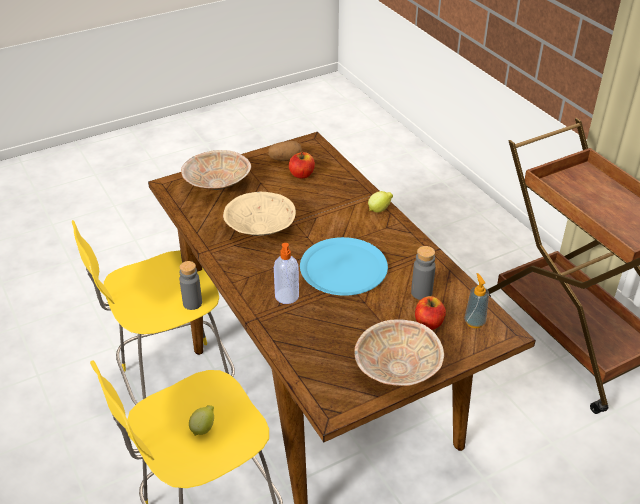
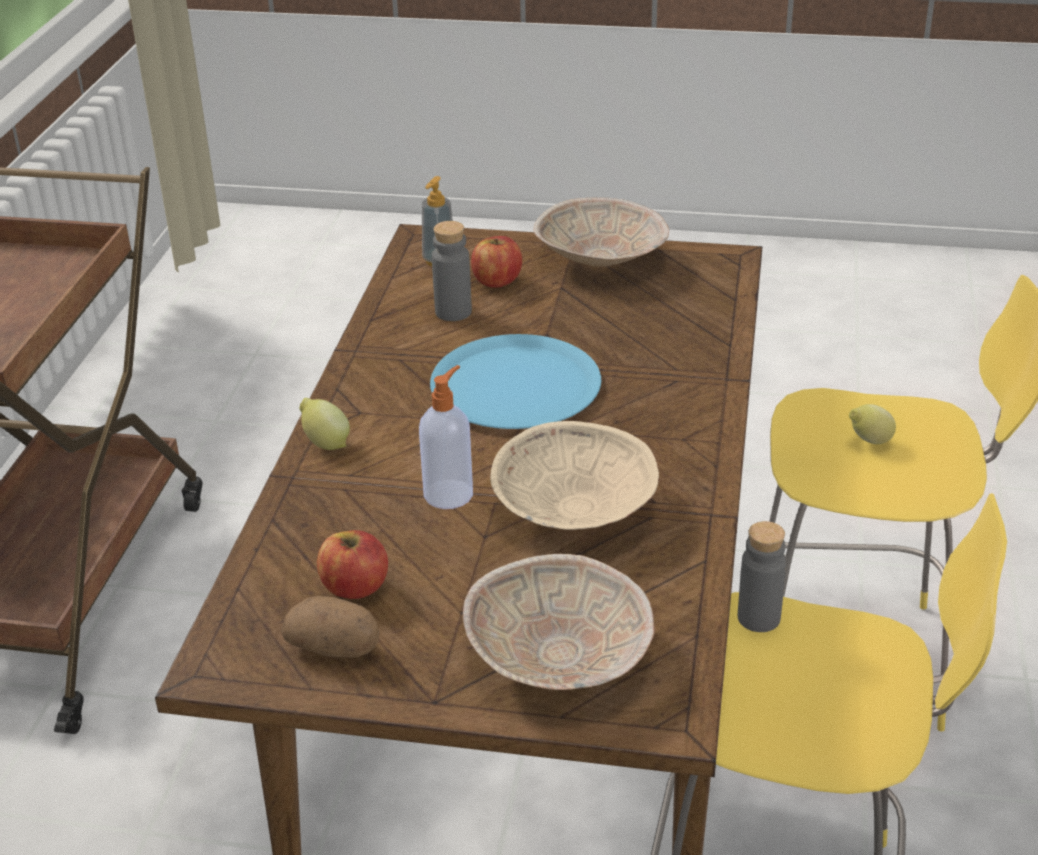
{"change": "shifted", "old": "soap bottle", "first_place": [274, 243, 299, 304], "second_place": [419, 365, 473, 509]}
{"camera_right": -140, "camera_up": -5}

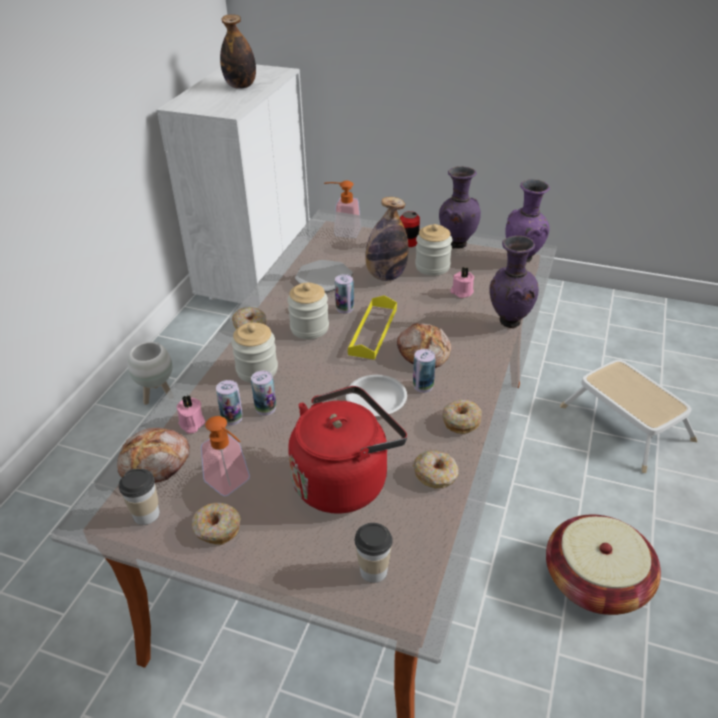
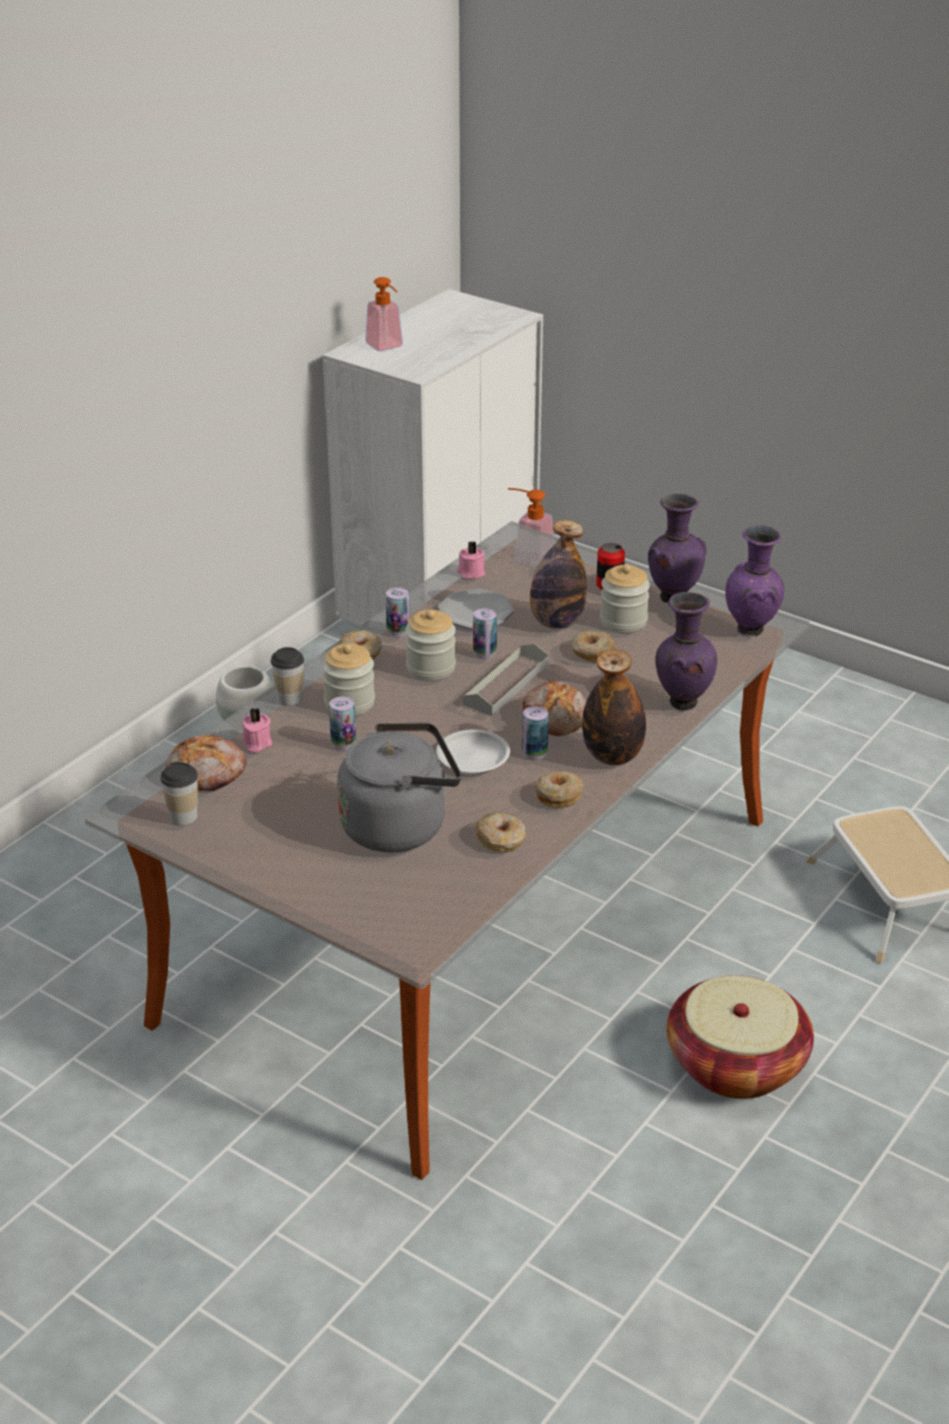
{"change": "shifted", "old": "drink bottle", "first_place": [220, 14, 256, 89], "second_place": [582, 649, 646, 765]}
{"change": "shifted", "old": "candle/pinkish", "first_place": [450, 267, 474, 298], "second_place": [457, 541, 485, 579]}
{"change": "repainted", "old": "serving tray/yellow-coloured", "new": "serving tray/grey", "first_place": [348, 295, 397, 360], "second_place": [463, 644, 549, 716]}
{"change": "shifted", "old": "metal can", "first_place": [216, 380, 243, 425], "second_place": [386, 587, 410, 637]}
{"change": "repainted", "old": "tea kettle/red-coloured", "new": "tea kettle/grey", "first_place": [288, 386, 407, 514], "second_place": [337, 722, 461, 853]}
{"change": "shifted", "old": "soap bottle", "first_place": [201, 416, 250, 496], "second_place": [365, 277, 403, 351]}
{"change": "shifted", "old": "donut", "first_place": [192, 503, 241, 545], "second_place": [571, 631, 616, 663]}
{"change": "shifted", "old": "cup", "first_place": [355, 523, 393, 583], "second_place": [271, 647, 304, 706]}
{"camera_right": 15, "camera_up": -5}

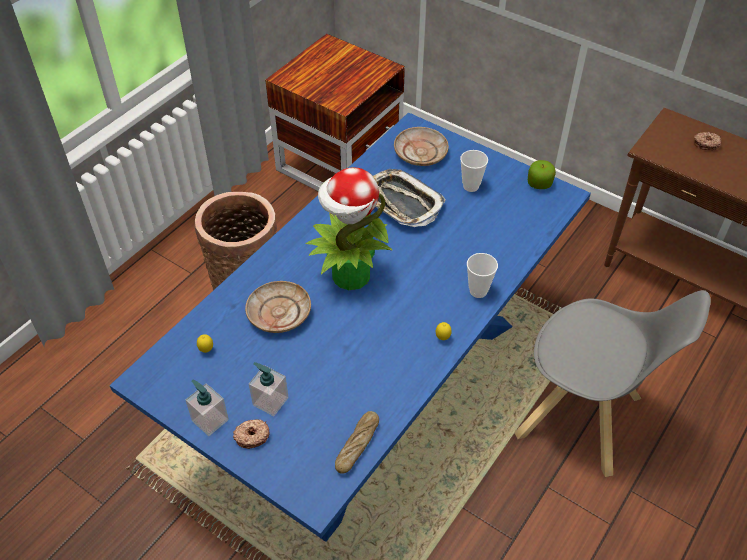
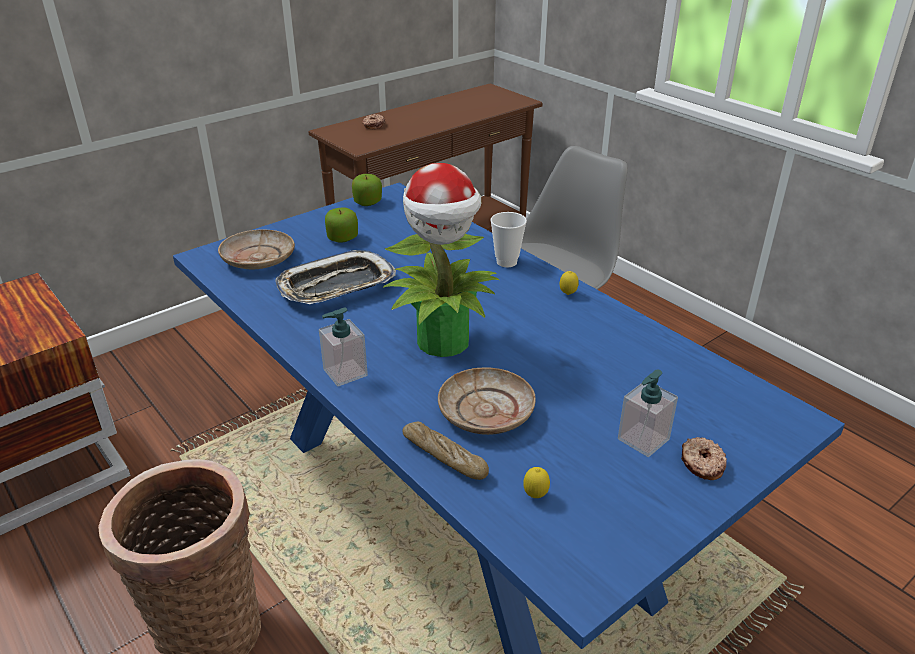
{"change": "swapped", "old": "cup", "new": "apple", "first_place": [460, 150, 488, 192], "second_place": [325, 207, 358, 243]}
{"change": "shifted", "old": "soap bottle", "first_place": [186, 380, 229, 436], "second_place": [319, 307, 368, 387]}
{"change": "shifted", "old": "baked bread", "first_place": [335, 411, 379, 474], "second_place": [402, 421, 489, 480]}
{"camera_right": -75, "camera_up": -15}

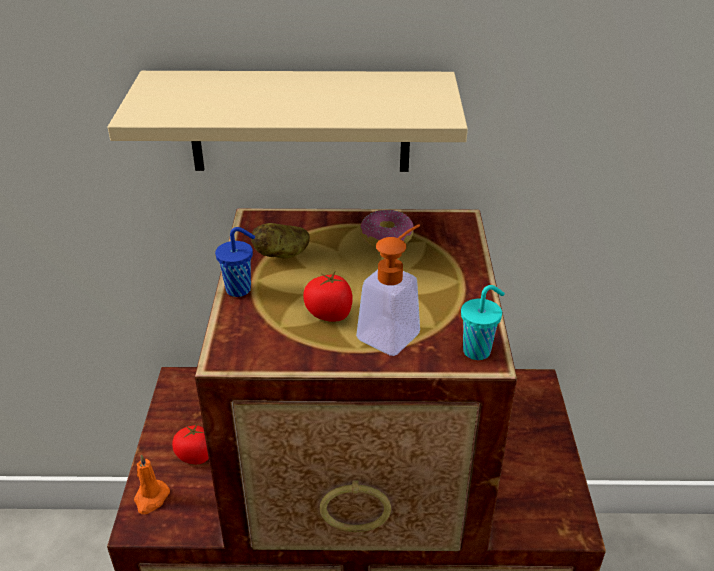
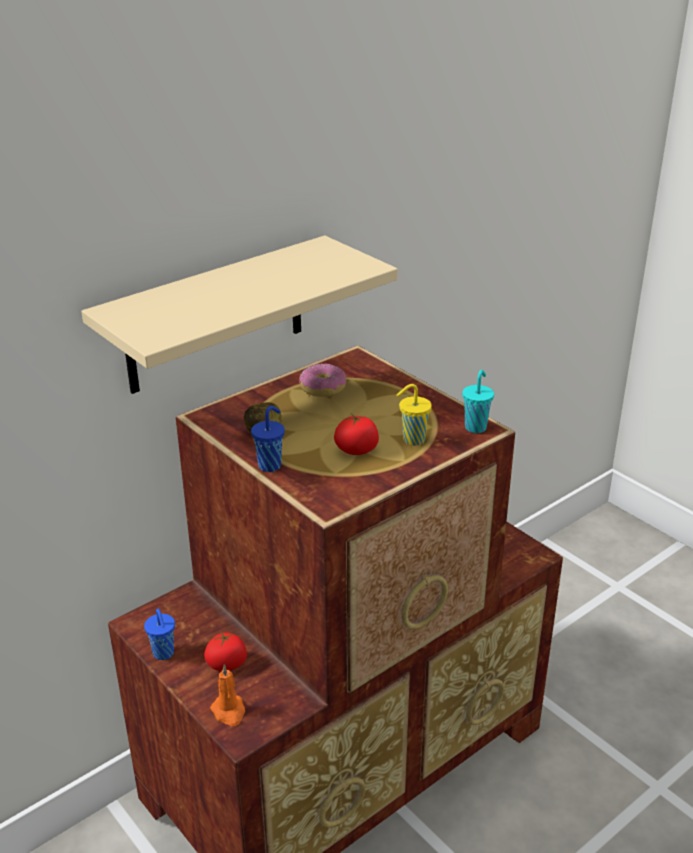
{"change": "swapped", "old": "soap bottle", "new": "cup/yellow-coloured", "first_place": [356, 224, 420, 356], "second_place": [397, 384, 432, 446]}
{"change": "new", "new": "cup/bluish", "second_place": [144, 609, 175, 660]}
{"camera_right": -40, "camera_up": -5}

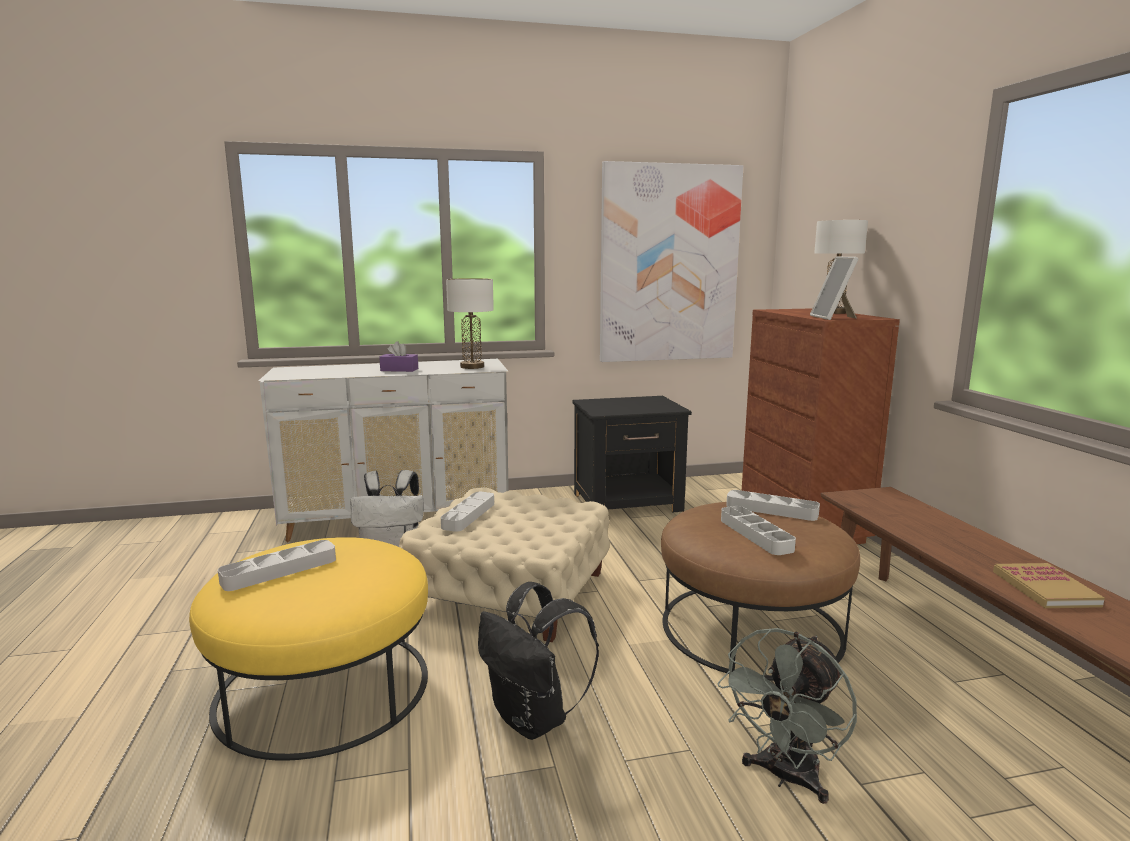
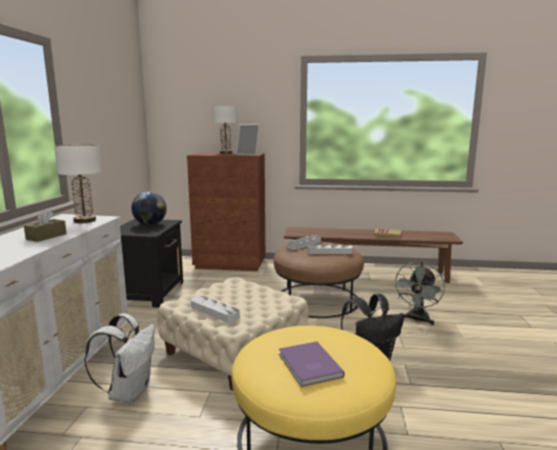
{"change": "gone", "old": "wall art", "first_place": [600, 161, 743, 362]}
{"change": "repainted", "old": "tissue holder/purplish", "new": "tissue holder/brownish", "first_place": [379, 341, 418, 372], "second_place": [24, 210, 67, 242]}
{"change": "swapped", "old": "serving tray/grey", "new": "volume/purplish", "first_place": [218, 540, 336, 591], "second_place": [279, 341, 345, 387]}
{"change": "rotated", "old": "electric fan/grey", "first_place": [717, 628, 857, 804], "second_place": [393, 261, 445, 325], "degrees": 60}
{"change": "new", "new": "globe", "second_place": [131, 192, 167, 225]}
{"camera_right": -70, "camera_up": 0}

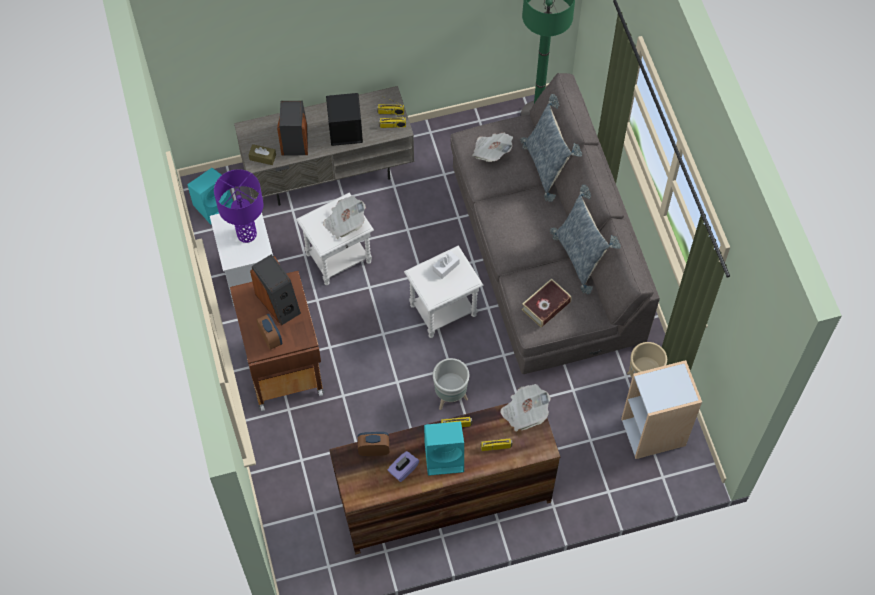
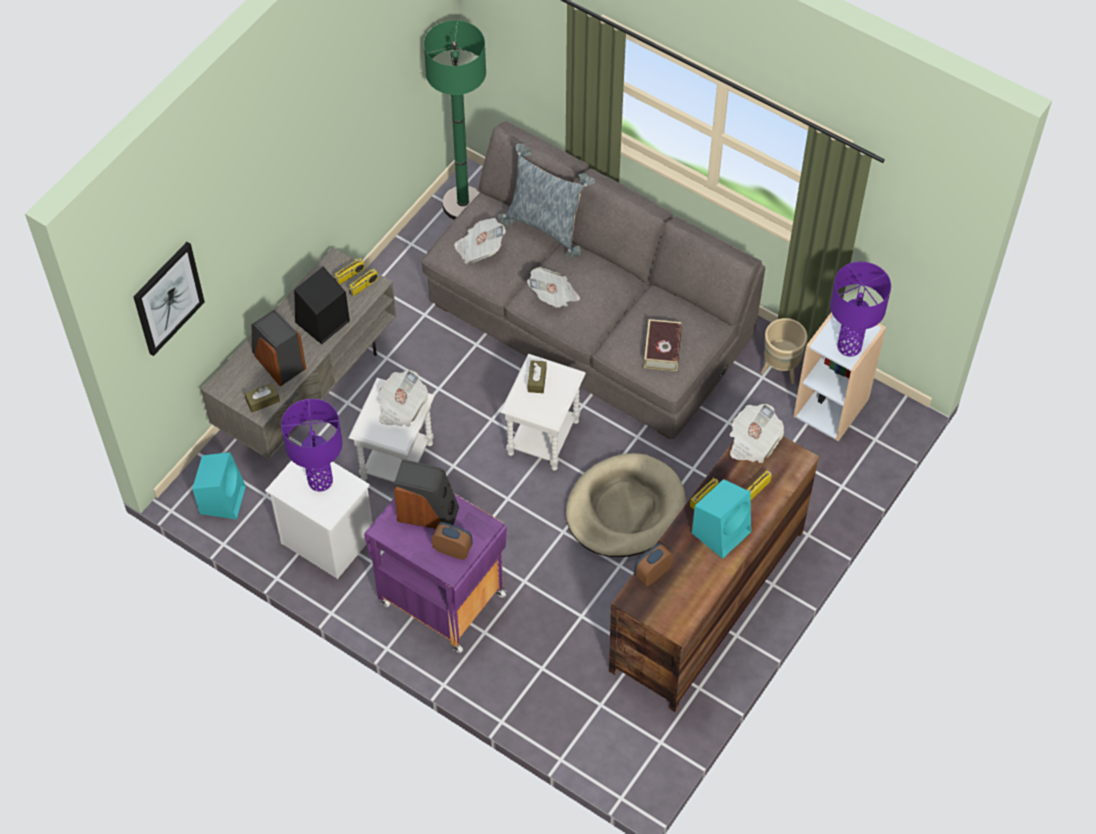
{"change": "gone", "old": "cushion", "first_place": [549, 185, 621, 294]}
{"change": "repainted", "old": "tissue holder/white-coloured", "new": "tissue holder/brownish", "first_place": [433, 251, 460, 279], "second_place": [528, 360, 546, 393]}
{"change": "repainted", "old": "cart/brownish", "new": "cart/purplish", "first_place": [230, 271, 324, 411], "second_place": [364, 493, 507, 653]}
{"change": "swapped", "old": "planter/grey", "new": "pet bed/beige-coloured", "first_place": [433, 358, 469, 410], "second_place": [566, 453, 686, 557]}
{"change": "gone", "old": "tissue holder/purplish", "first_place": [388, 451, 419, 482]}
{"change": "new", "new": "wall art", "second_place": [133, 242, 205, 356]}
{"change": "new", "new": "lamp for a table/purplish", "second_place": [830, 261, 891, 357]}
{"change": "new", "new": "printed paper", "second_place": [527, 267, 580, 308]}
{"camera_right": -40, "camera_up": -5}

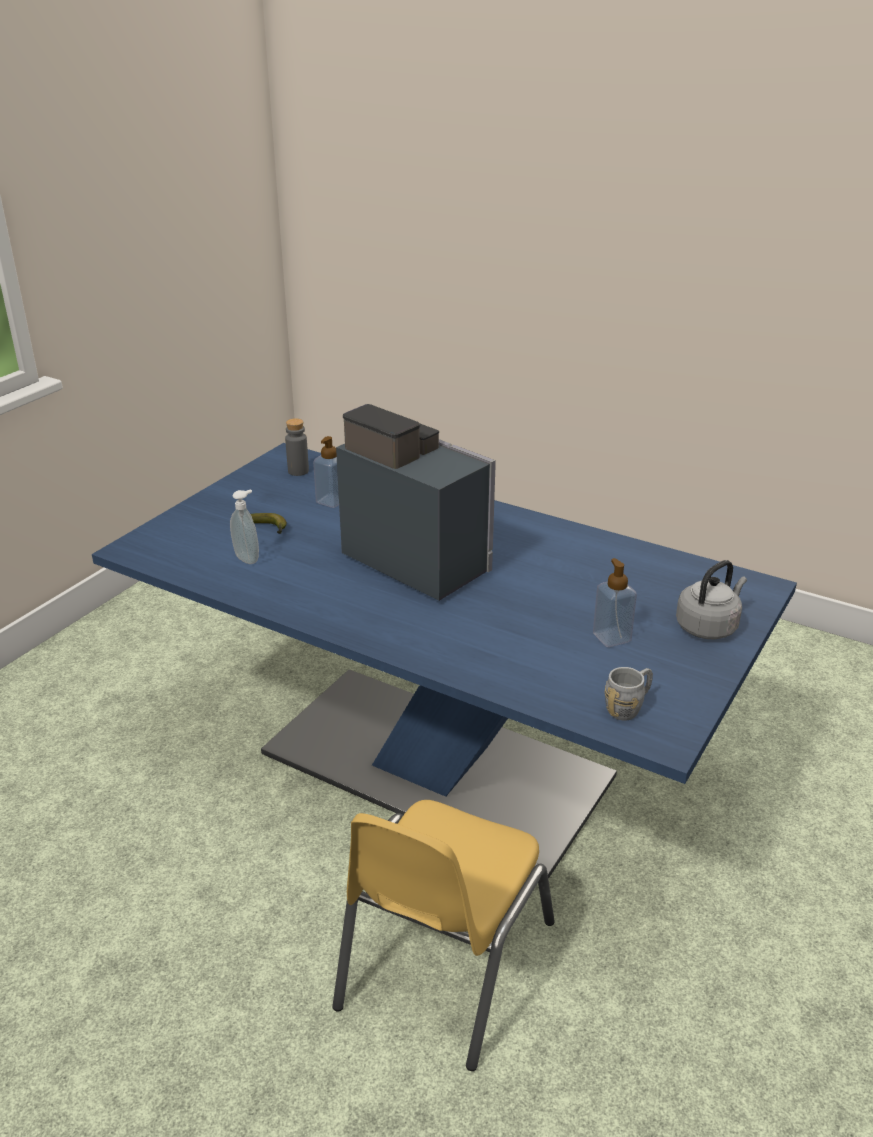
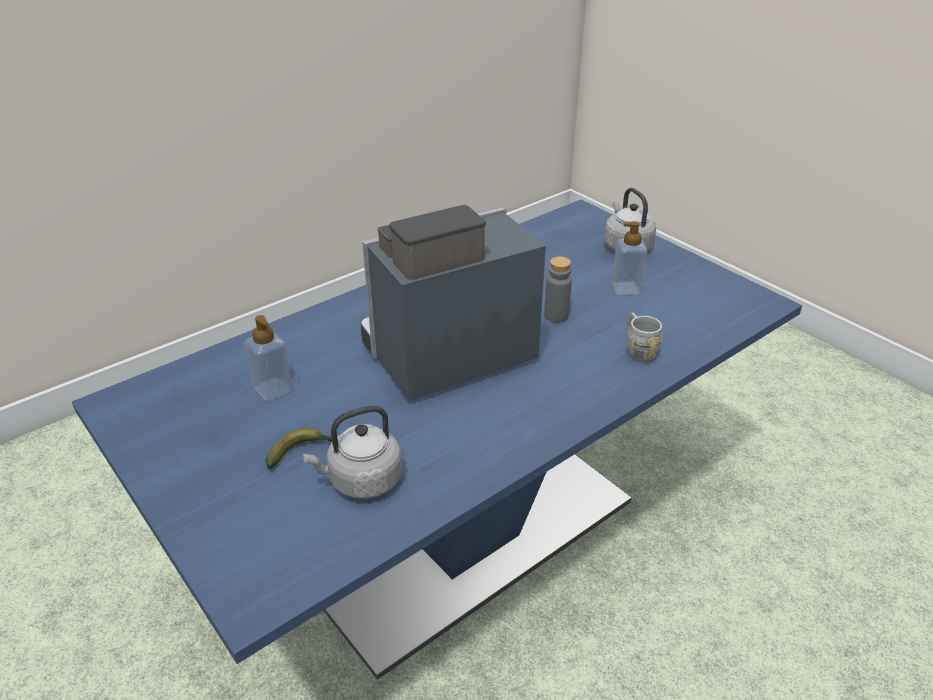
{"change": "shifted", "old": "drink bottle/grey", "first_place": [285, 418, 309, 476], "second_place": [544, 256, 572, 323]}
{"change": "swapped", "old": "soap bottle", "new": "tea kettle/grey", "first_place": [230, 489, 259, 564], "second_place": [303, 406, 402, 499]}
{"change": "shifted", "old": "mug/grey", "first_place": [604, 667, 653, 720], "second_place": [626, 313, 663, 362]}
{"change": "gone", "old": "plain chair/yellow-coloured", "first_place": [332, 800, 555, 1071]}
{"camera_right": -70, "camera_up": 5}

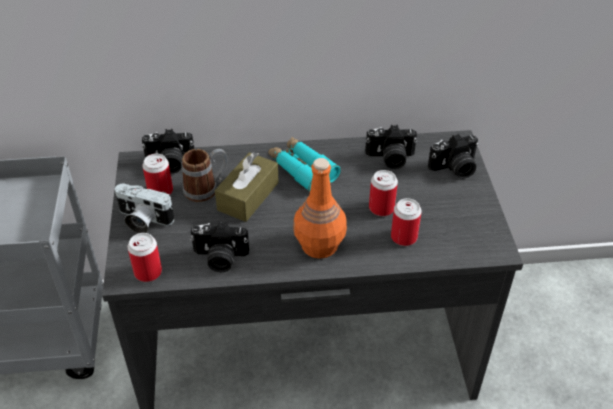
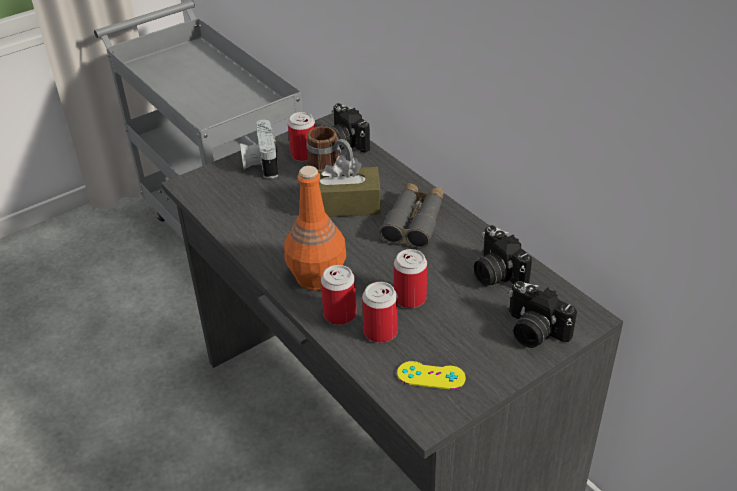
{"change": "repainted", "old": "binoculars/turquoise-coloured", "new": "binoculars/grey", "first_place": [268, 137, 341, 192], "second_place": [380, 182, 444, 249]}
{"change": "gone", "old": "photo camera", "first_place": [190, 222, 249, 272]}
{"change": "shifted", "old": "metal can", "first_place": [127, 233, 162, 282], "second_place": [321, 265, 357, 325]}
{"change": "new", "new": "game controller/yellow-coloured", "second_place": [397, 361, 466, 390]}
{"camera_right": 60, "camera_up": -5}

